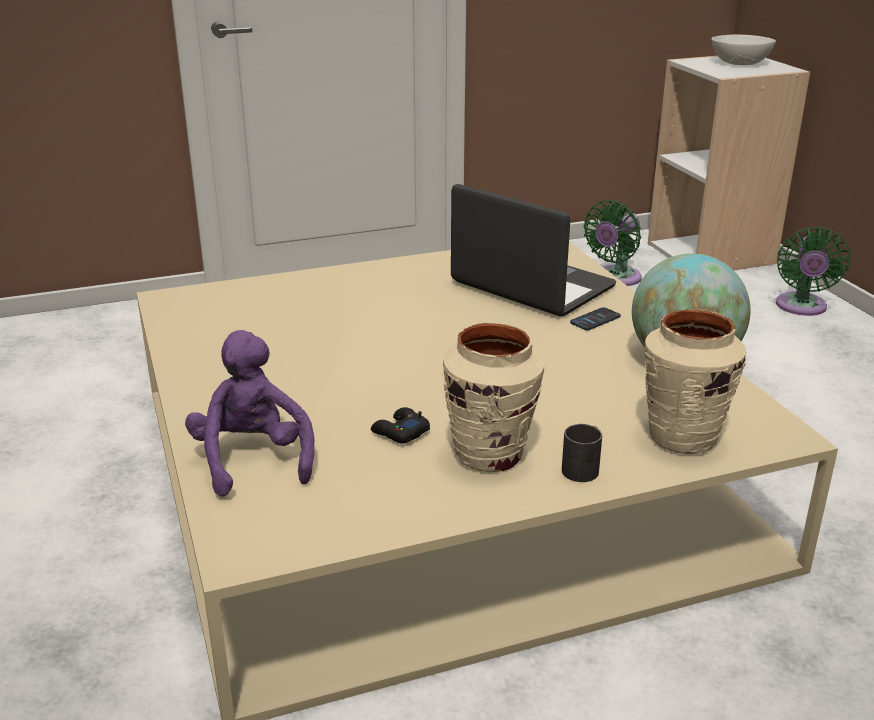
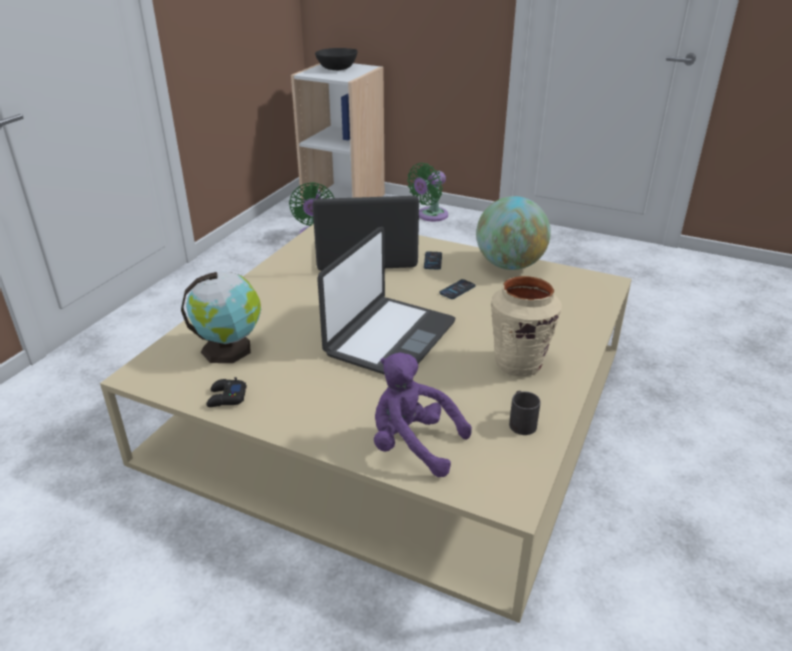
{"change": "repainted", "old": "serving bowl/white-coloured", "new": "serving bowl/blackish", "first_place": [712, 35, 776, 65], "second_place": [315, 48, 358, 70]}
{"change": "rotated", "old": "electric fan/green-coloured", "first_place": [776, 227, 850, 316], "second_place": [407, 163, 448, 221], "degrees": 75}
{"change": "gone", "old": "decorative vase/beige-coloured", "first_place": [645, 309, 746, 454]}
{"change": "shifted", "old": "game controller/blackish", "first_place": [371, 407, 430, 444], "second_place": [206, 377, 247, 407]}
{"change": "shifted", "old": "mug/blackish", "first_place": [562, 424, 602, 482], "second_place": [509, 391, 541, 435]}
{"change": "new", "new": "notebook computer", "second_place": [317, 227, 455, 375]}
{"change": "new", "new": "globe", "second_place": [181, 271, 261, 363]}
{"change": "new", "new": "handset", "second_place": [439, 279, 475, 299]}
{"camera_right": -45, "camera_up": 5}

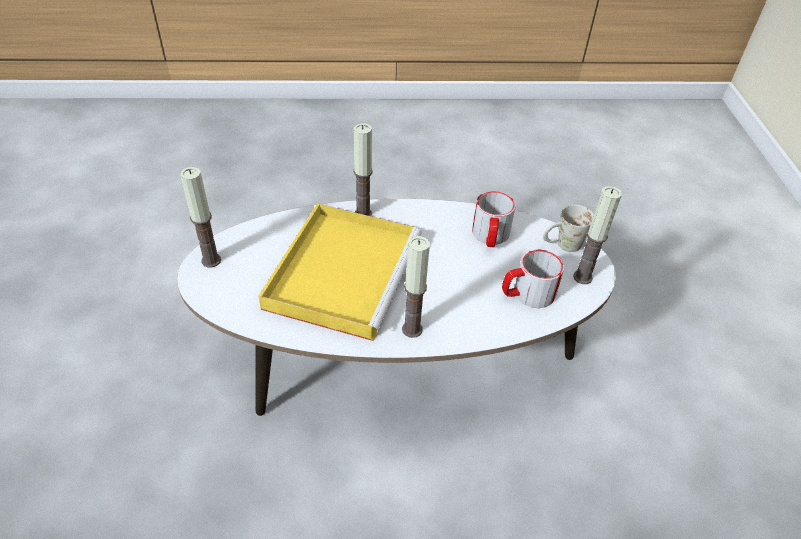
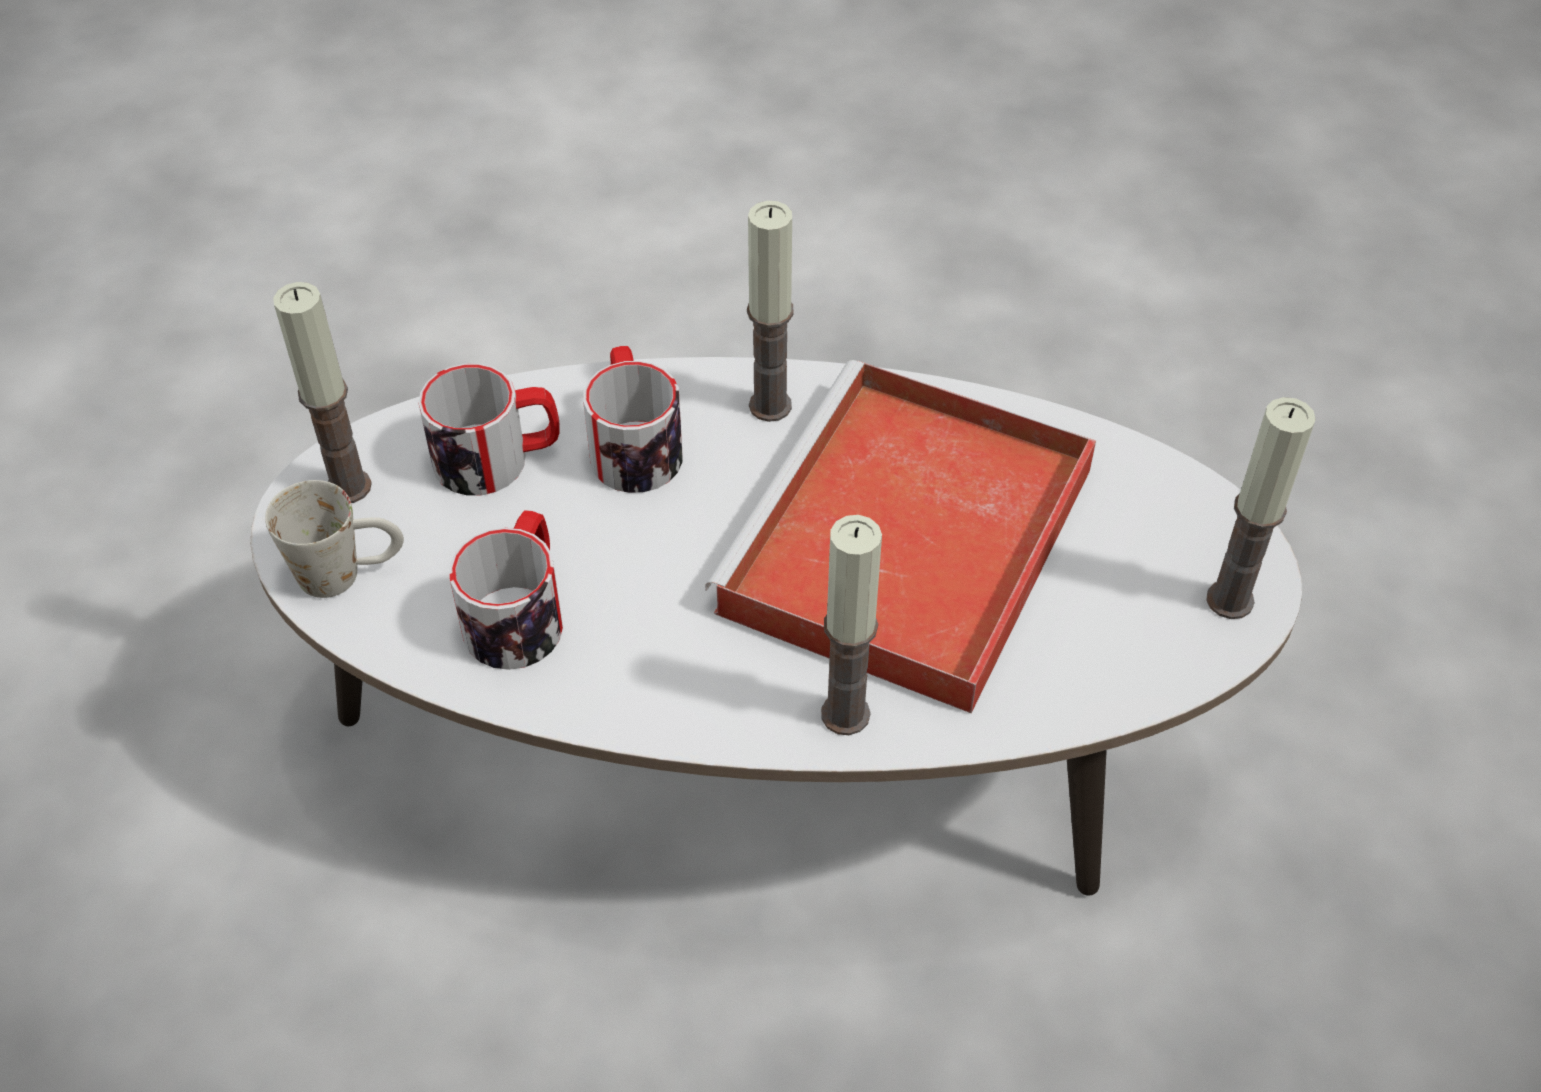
{"change": "repainted", "old": "serving tray/yellow-coloured", "new": "serving tray/red-coloured", "first_place": [258, 203, 422, 341], "second_place": [705, 360, 1096, 713]}
{"change": "new", "new": "mug", "second_place": [583, 346, 683, 493]}
{"camera_right": -170, "camera_up": 5}

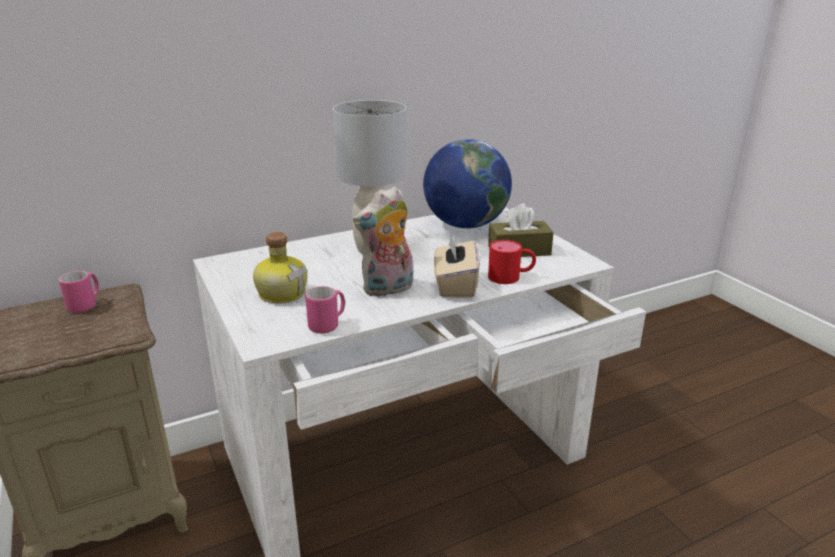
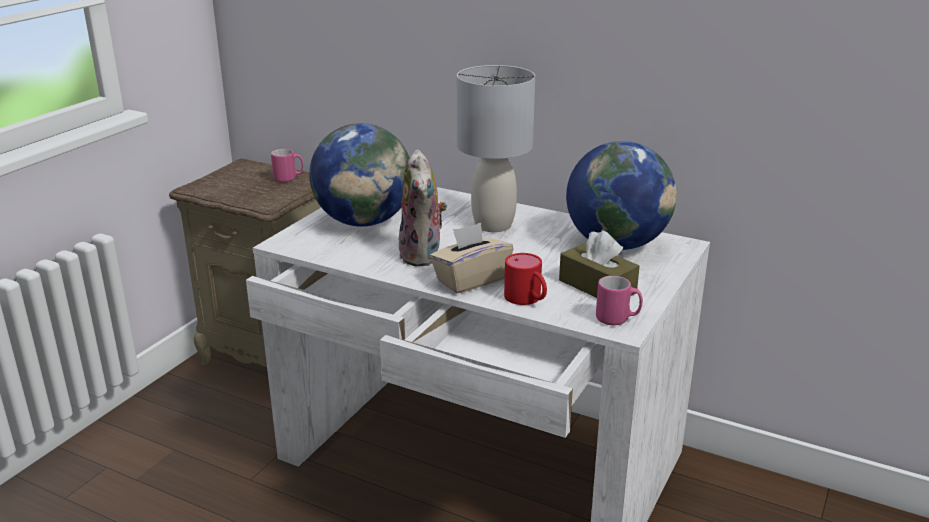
{"change": "rotated", "old": "plush toy", "first_place": [353, 186, 413, 297], "second_place": [398, 149, 447, 267], "degrees": -120}
{"change": "swapped", "old": "drink bottle", "new": "globe", "first_place": [253, 232, 307, 303], "second_place": [309, 123, 410, 227]}
{"change": "shifted", "old": "mug/pinkish", "first_place": [305, 286, 345, 333], "second_place": [596, 276, 643, 325]}
{"camera_right": 55, "camera_up": 0}

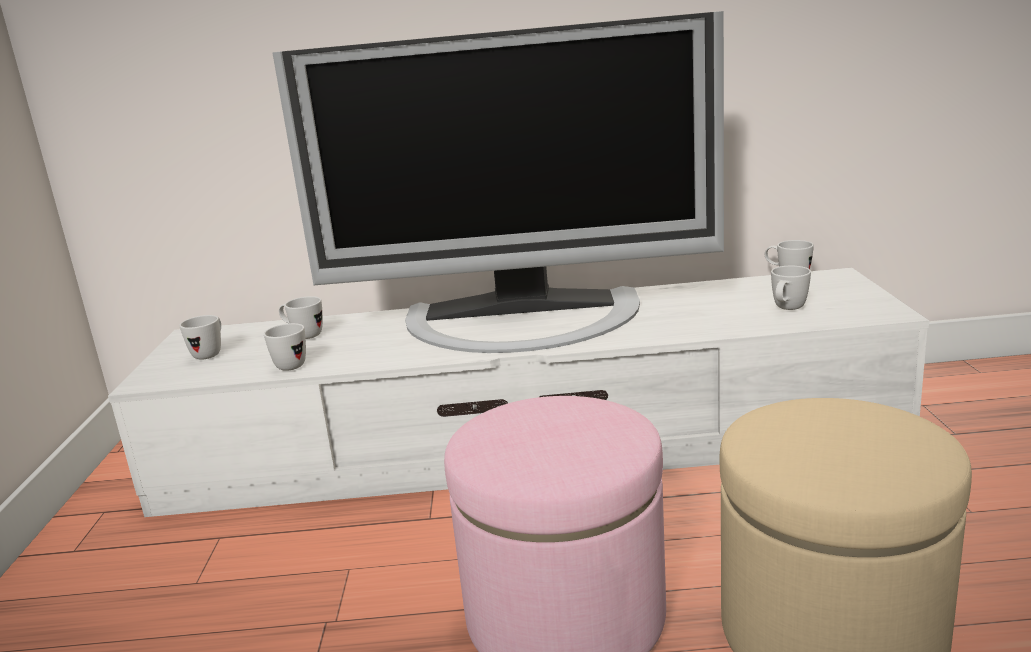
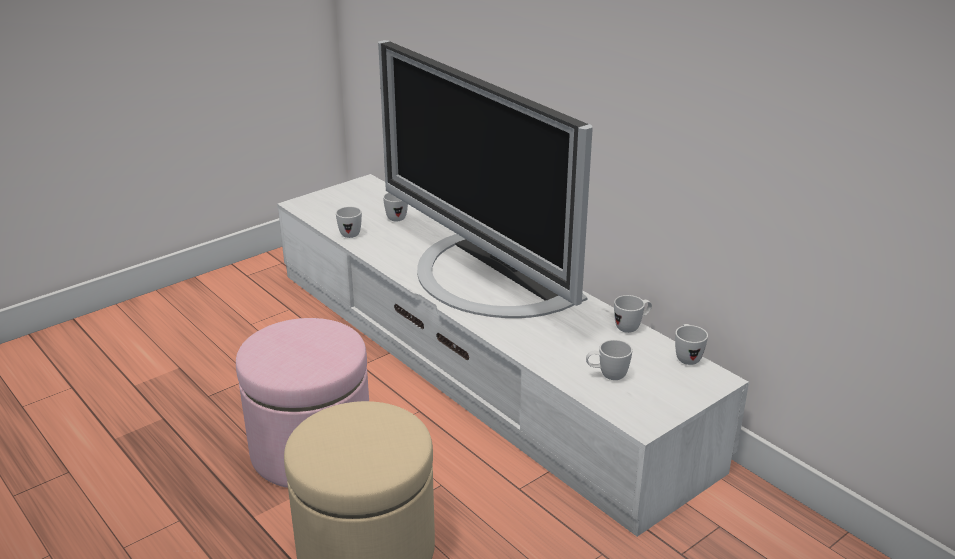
{"change": "shifted", "old": "mug/white-coloured", "first_place": [179, 315, 221, 360], "second_place": [614, 295, 652, 333]}
{"camera_right": 50, "camera_up": 10}

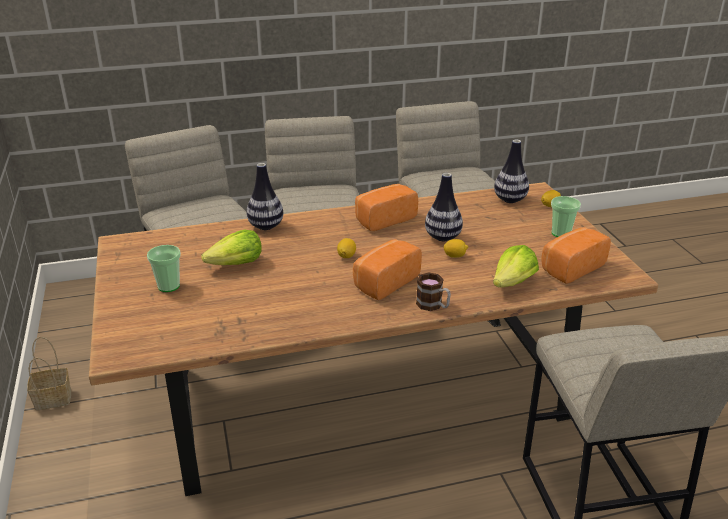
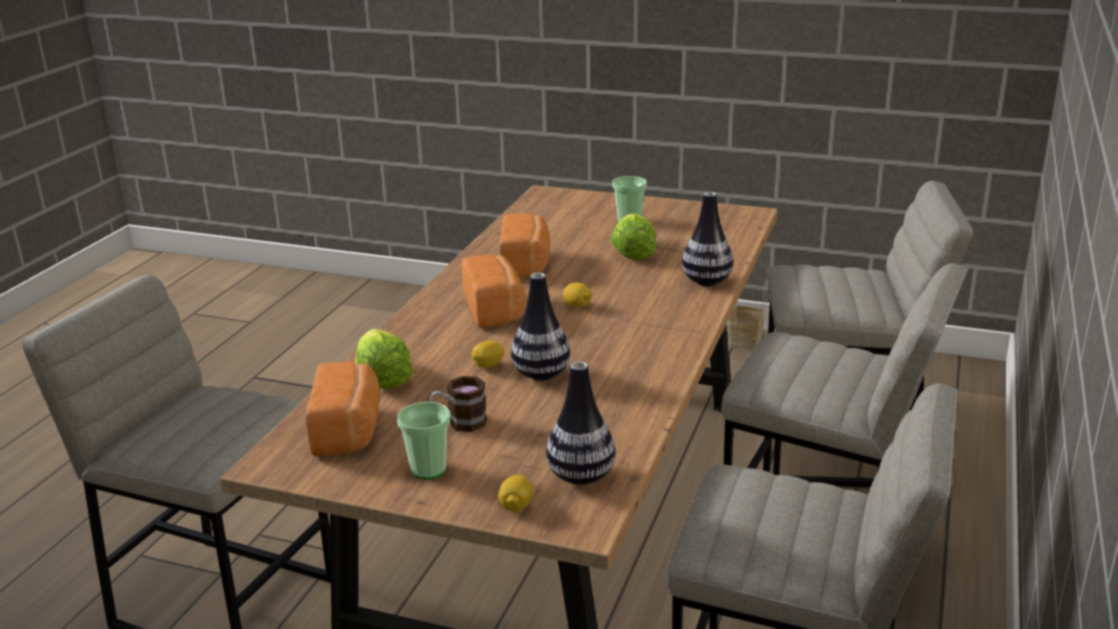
{"change": "shifted", "old": "baked bread", "first_place": [355, 184, 418, 231], "second_place": [500, 213, 550, 278]}
{"change": "shifted", "old": "mug", "first_place": [416, 272, 451, 311], "second_place": [430, 376, 487, 432]}
{"camera_right": 125, "camera_up": -5}

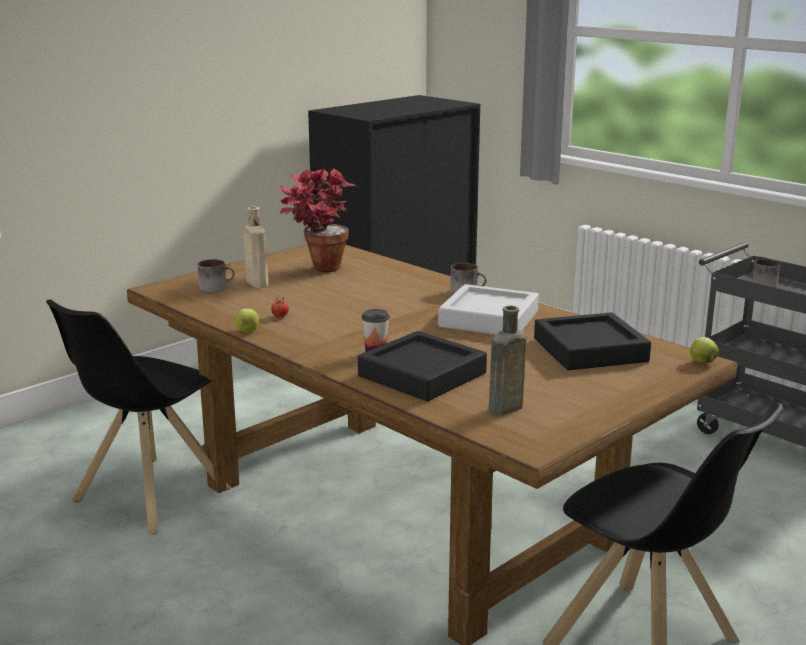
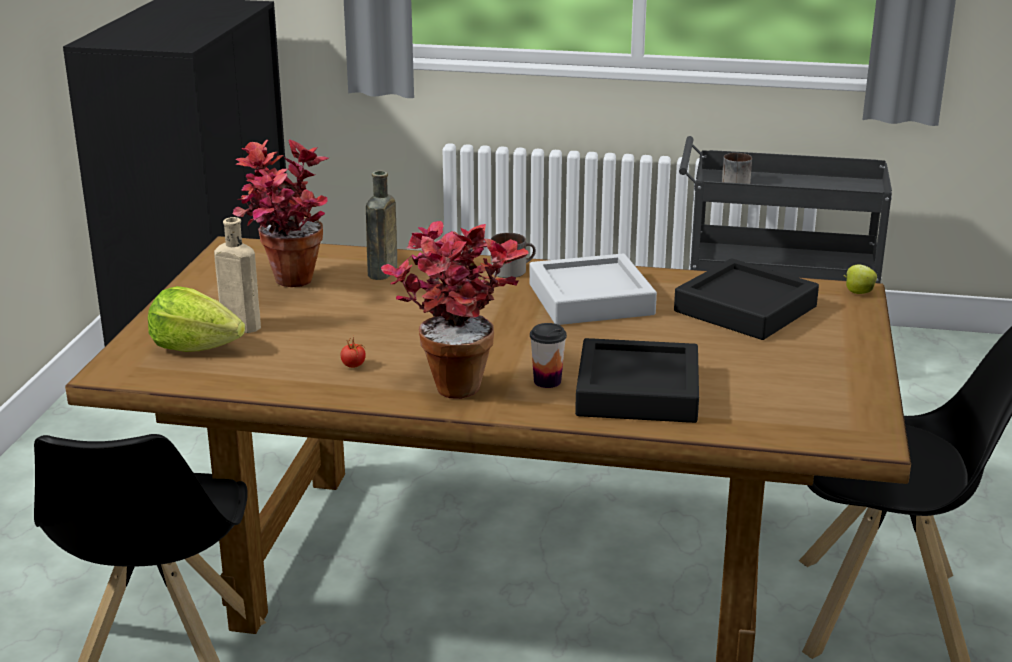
{"change": "swapped", "old": "mug", "new": "head of lettuce", "first_place": [198, 259, 235, 292], "second_place": [148, 286, 245, 352]}
{"change": "shifted", "old": "drink bottle/brownish", "first_place": [489, 306, 527, 415], "second_place": [366, 170, 397, 280]}
{"change": "gone", "old": "apple", "first_place": [236, 308, 259, 332]}
{"change": "new", "new": "plant in a pot", "second_place": [381, 221, 528, 399]}
{"camera_right": -35, "camera_up": 5}

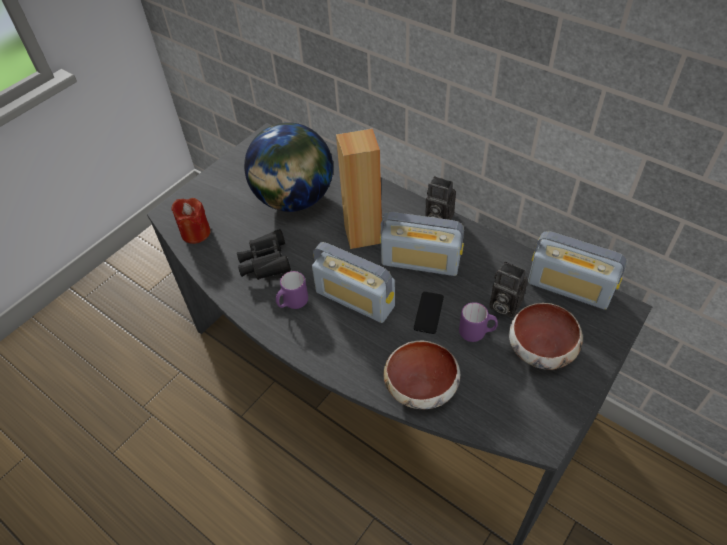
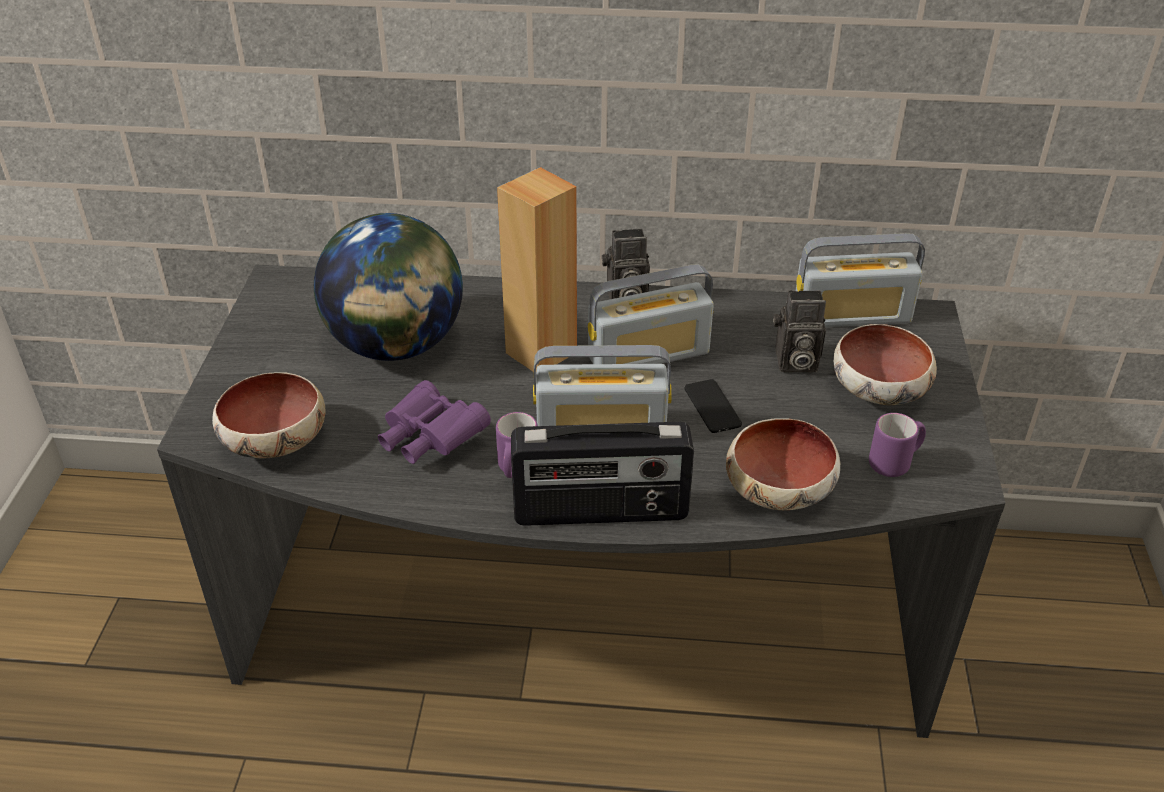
{"change": "swapped", "old": "candle/red-coloured", "new": "serving bowl", "first_place": [171, 198, 210, 244], "second_place": [212, 372, 325, 458]}
{"change": "repainted", "old": "binoculars/blackish", "new": "binoculars/purplish", "first_place": [237, 229, 291, 280], "second_place": [378, 380, 491, 464]}
{"change": "shifted", "old": "mug/purplish", "first_place": [459, 302, 498, 342], "second_place": [869, 413, 926, 477]}
{"change": "new", "new": "radio set", "second_place": [511, 422, 694, 526]}
{"camera_right": -35, "camera_up": -10}

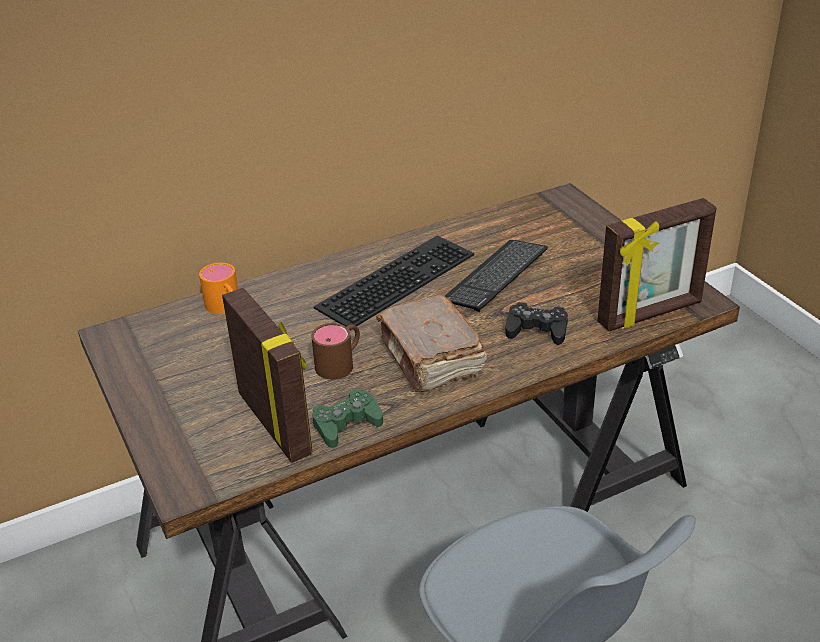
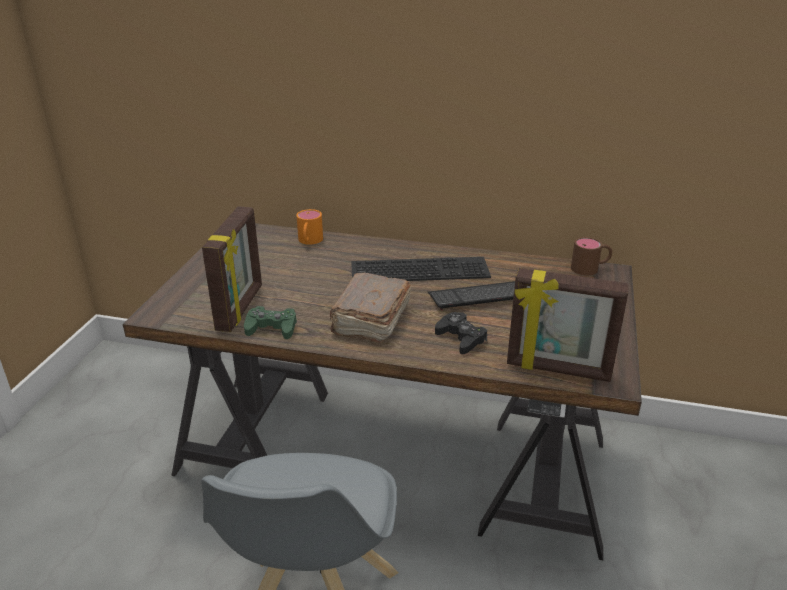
{"change": "shifted", "old": "mug/brownish", "first_place": [311, 323, 360, 380], "second_place": [571, 237, 612, 276]}
{"camera_right": 40, "camera_up": -5}

